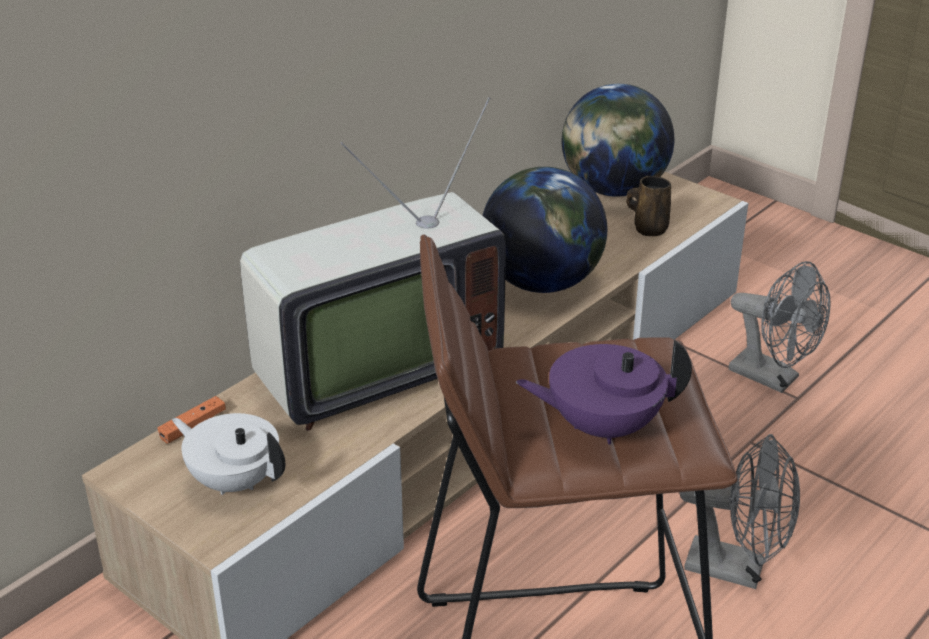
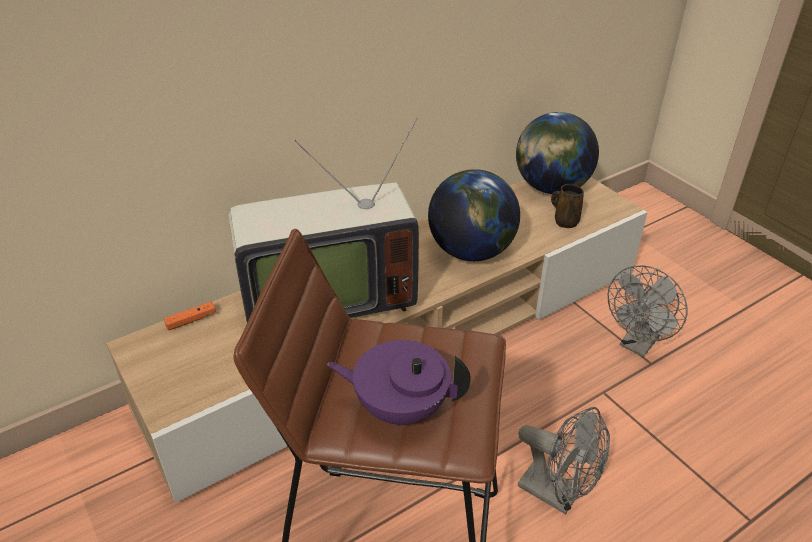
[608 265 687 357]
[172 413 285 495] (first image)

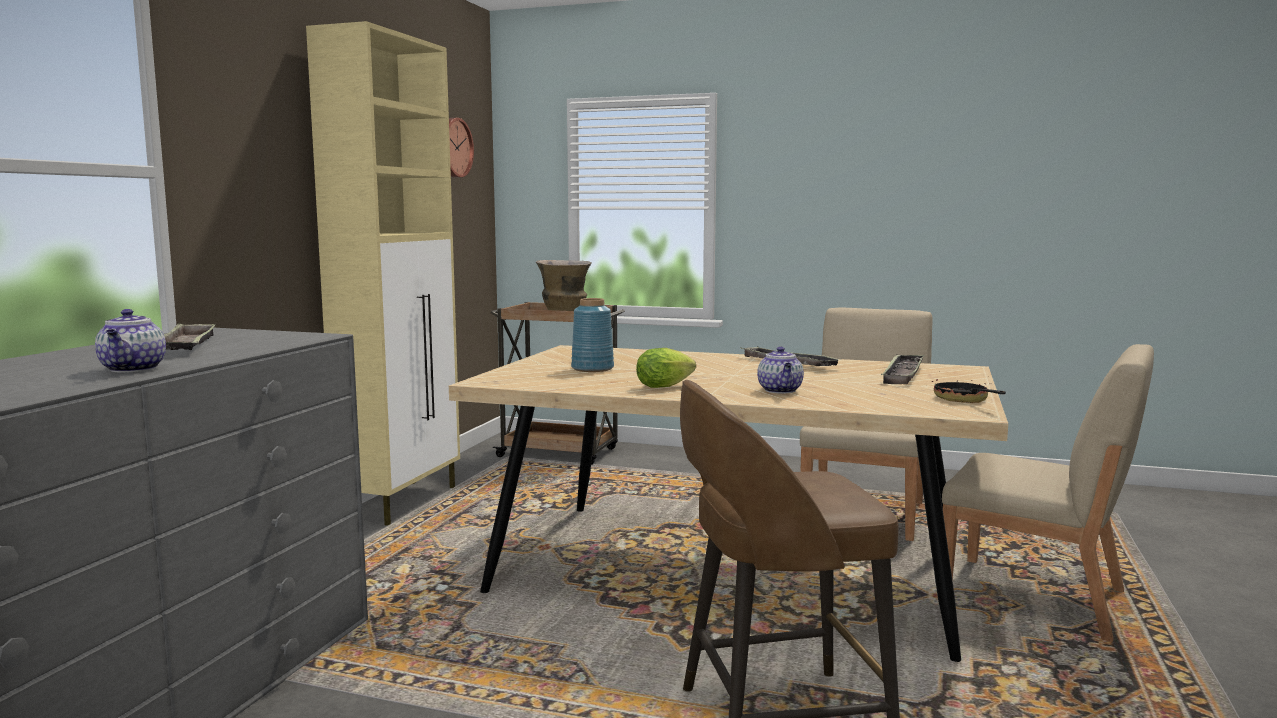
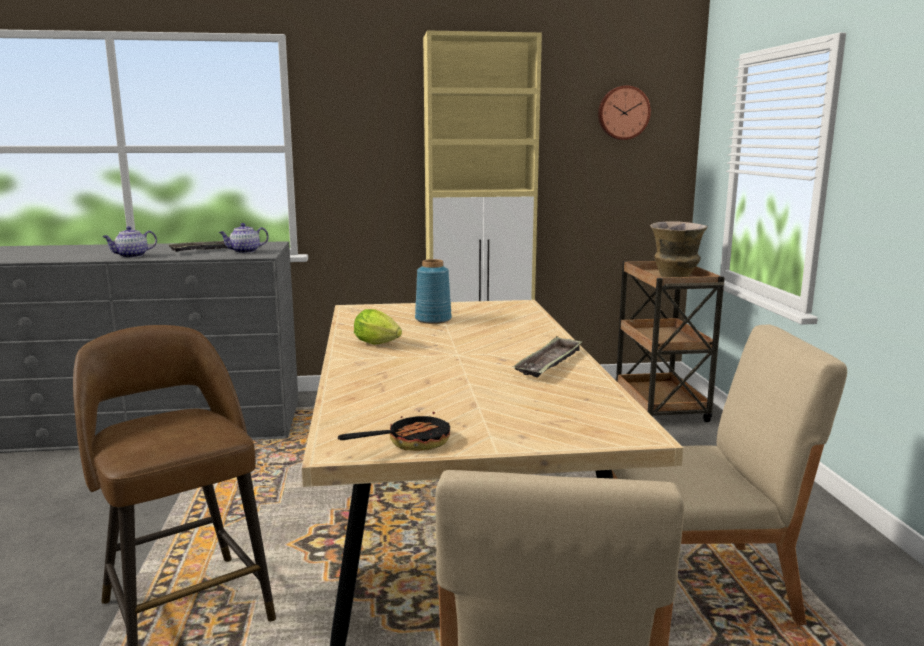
[219 223 269 253]
[881 354 925 384] (first image)

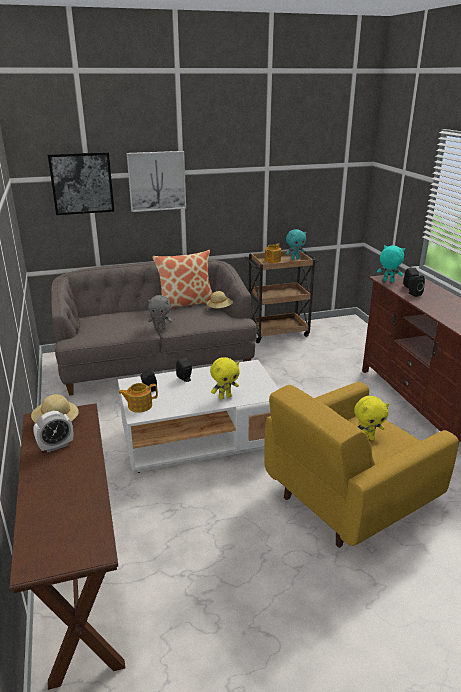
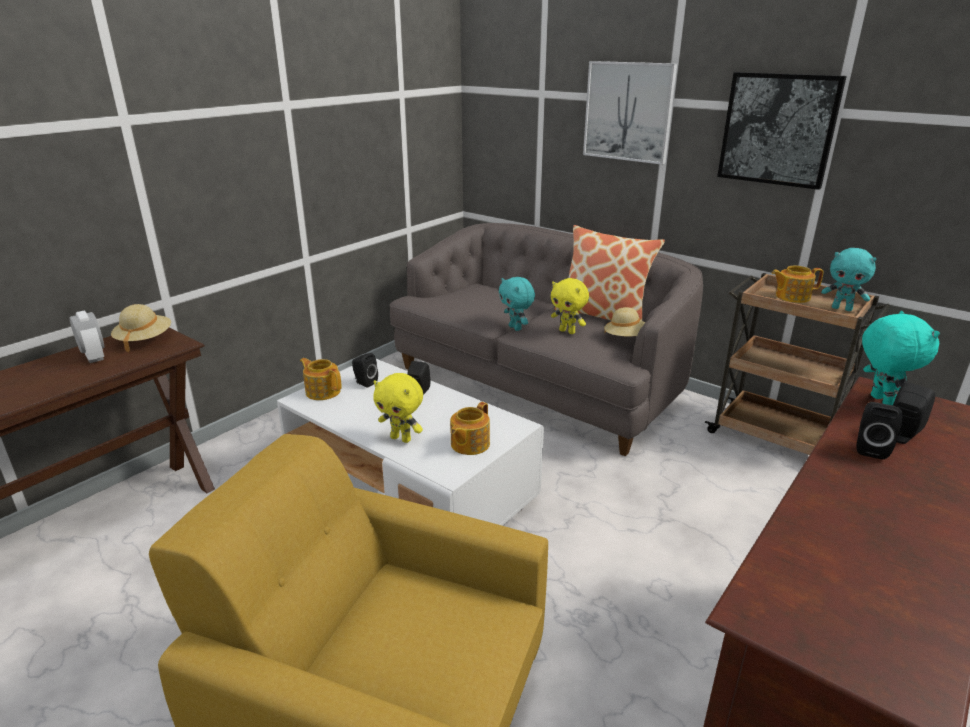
[717 72 847 190]
[499 277 535 331]
[551 278 589 334]
[69 311 104 363]
[450 402 490 455]

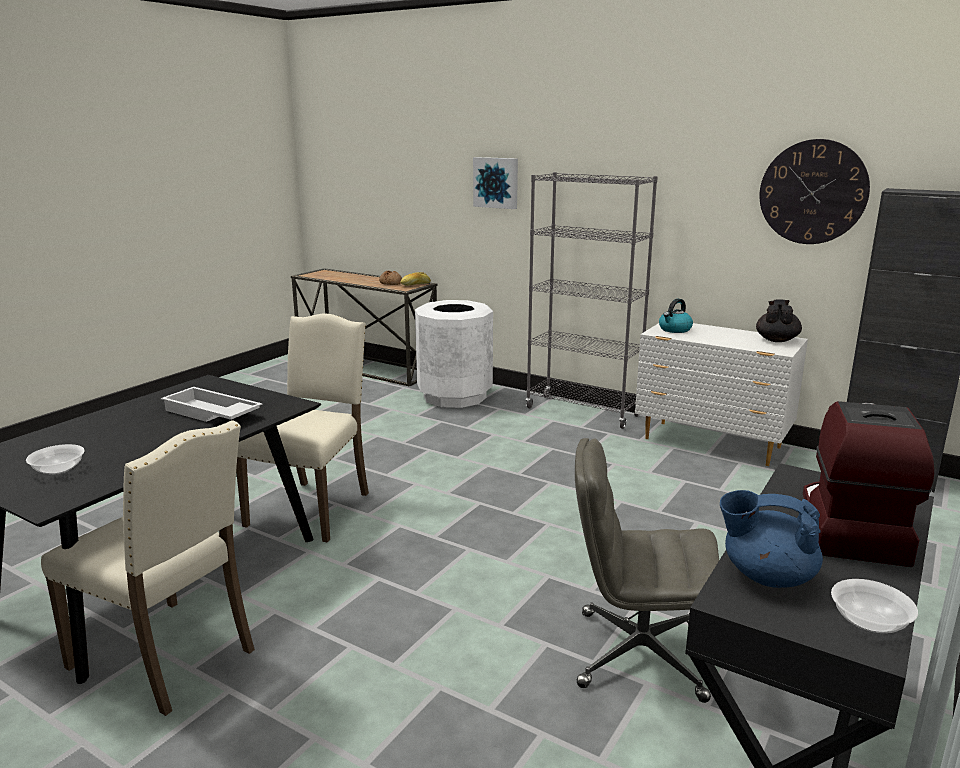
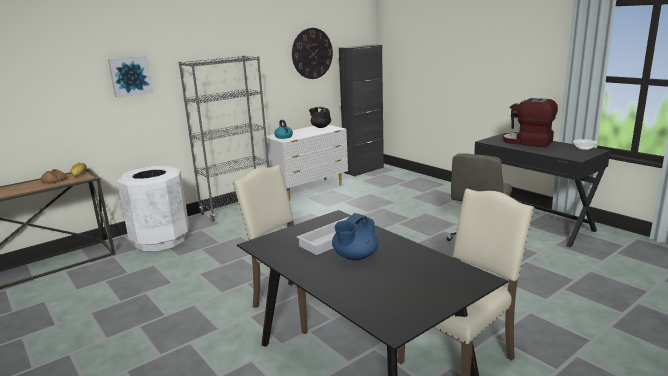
[26 444 85 475] (first image)
[332 213 378 260]

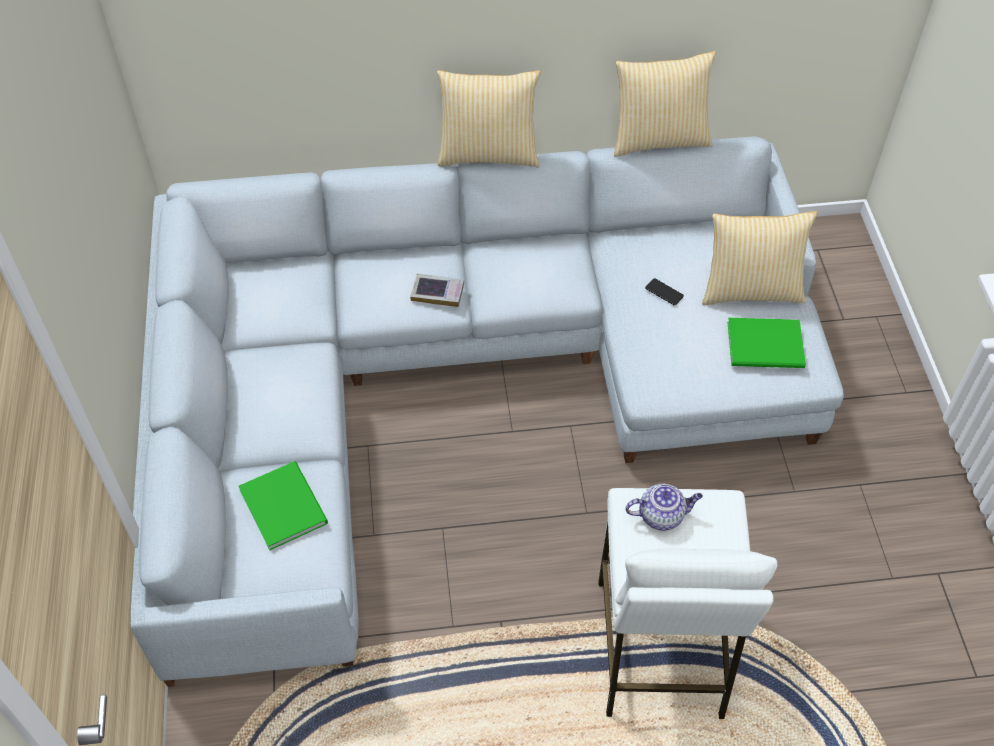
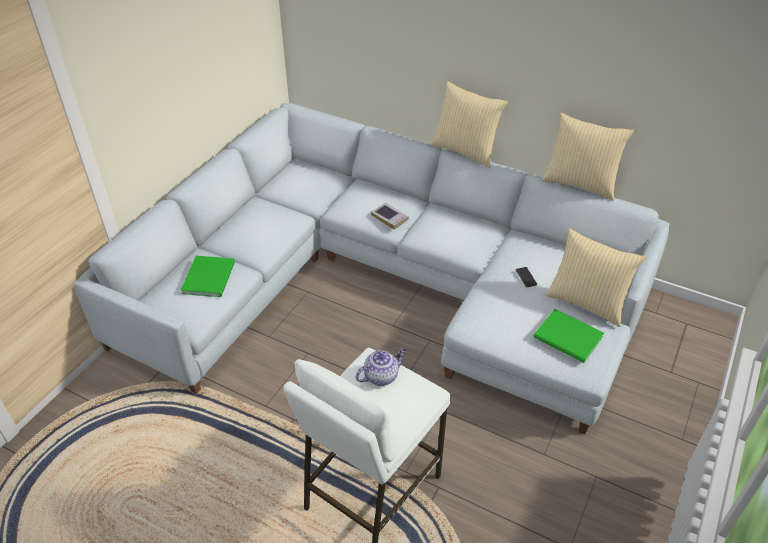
[356 348 406 386]

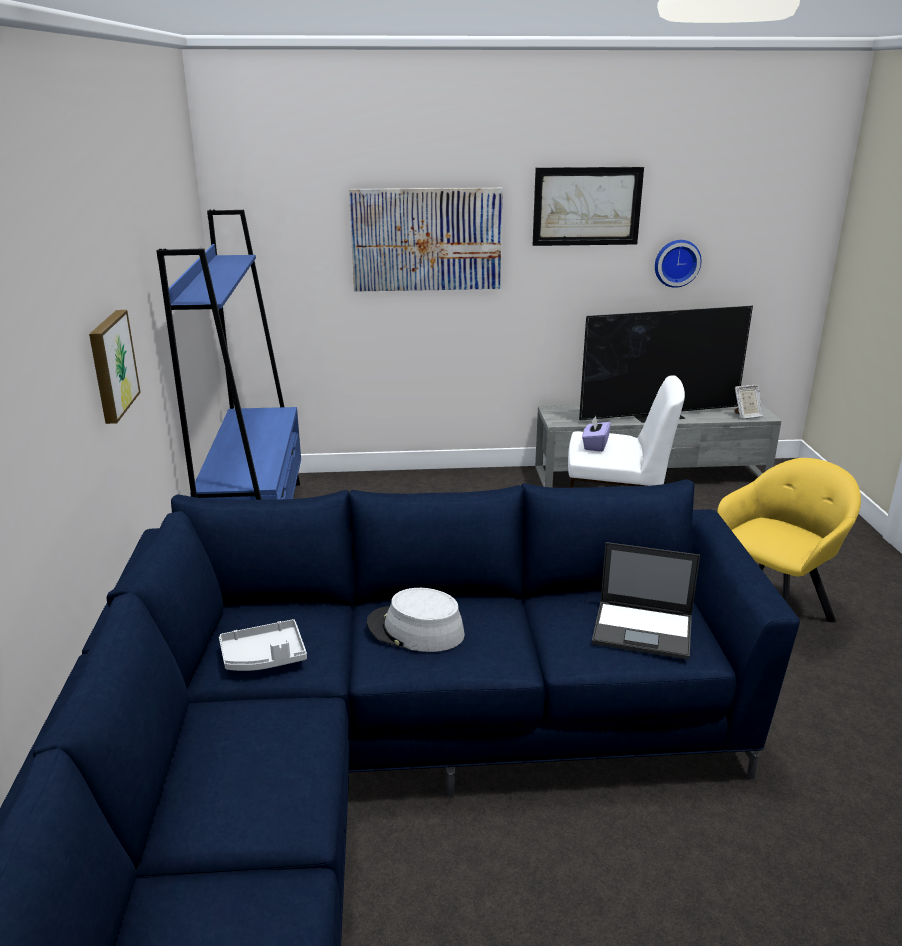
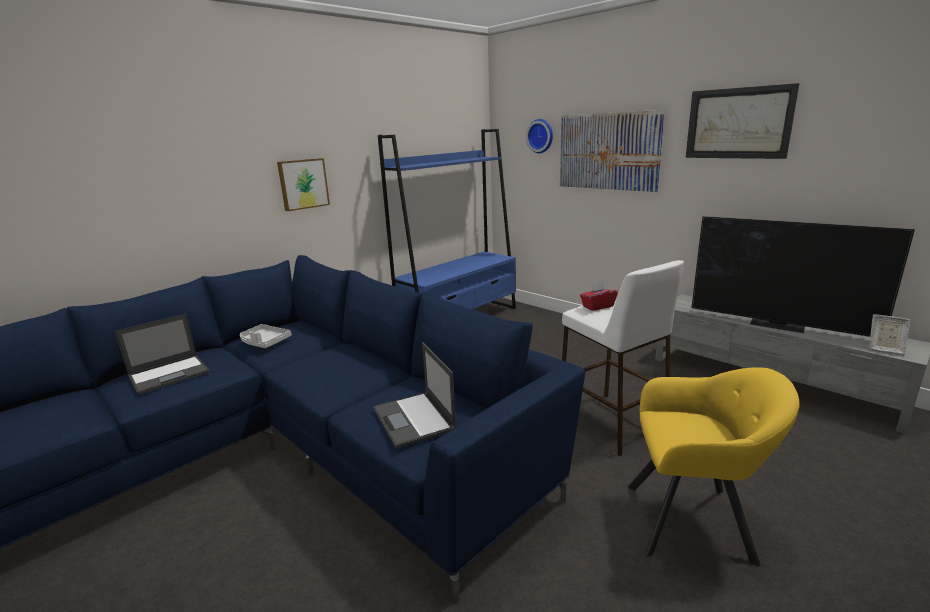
[526 119 553 153]
[580 281 618 311]
[367 588 465 652] (first image)
[115 314 210 395]

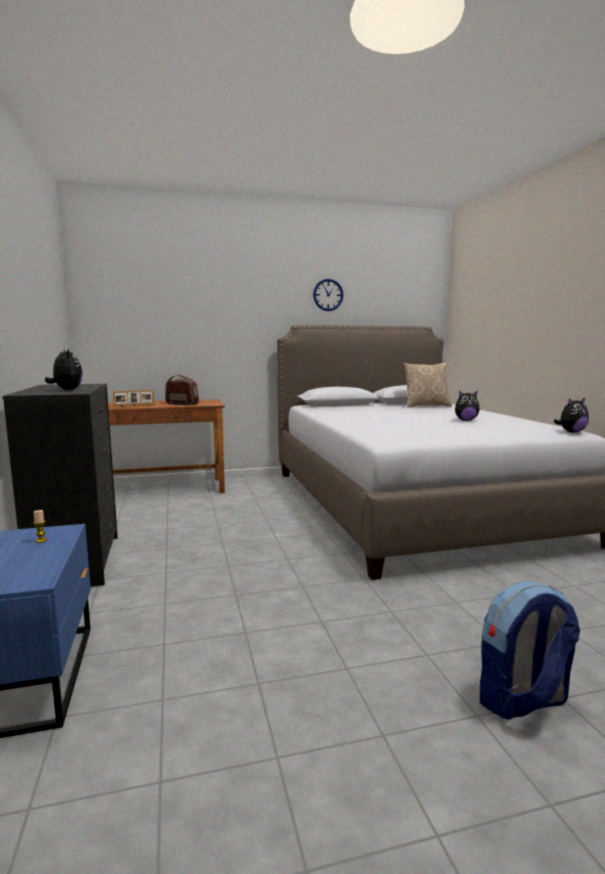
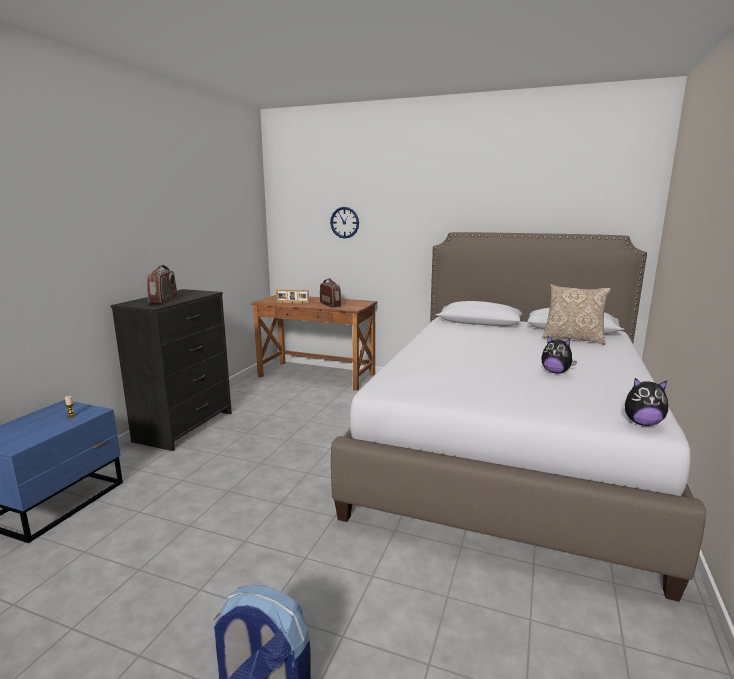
[330 207 359 239]
[146 265 177 304]

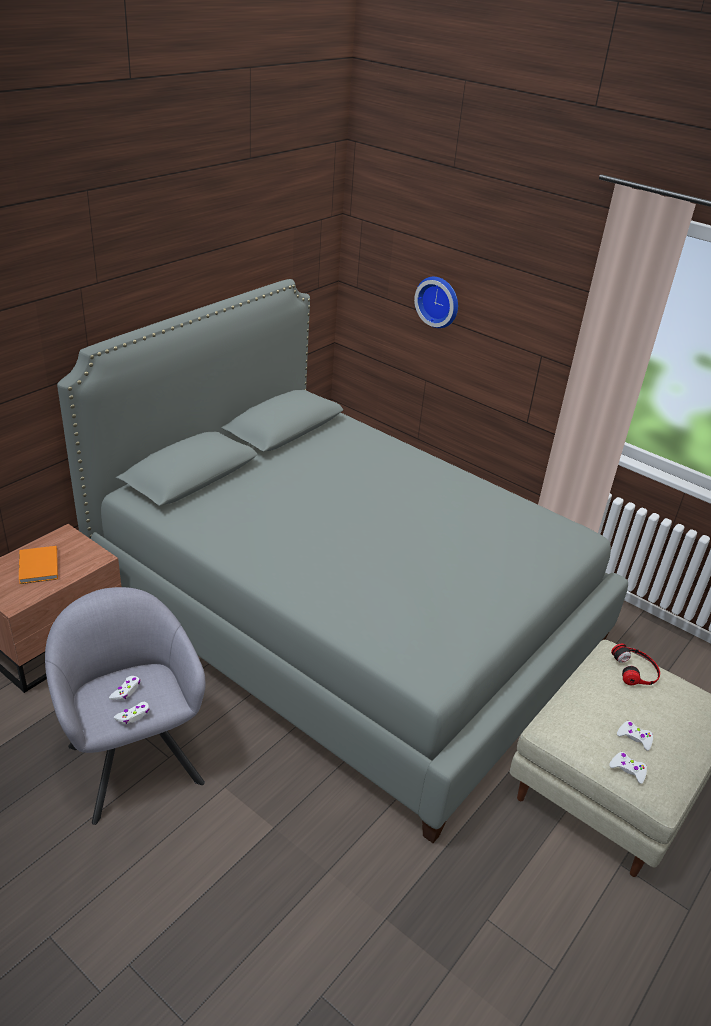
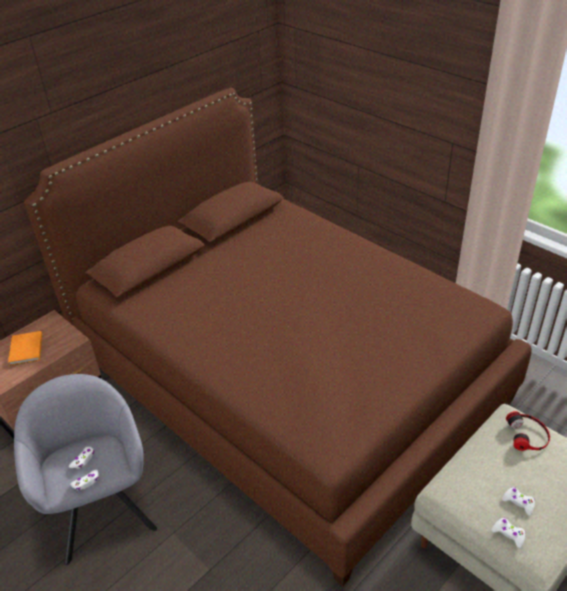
[414 277 458 328] (first image)
[24 88 532 586]

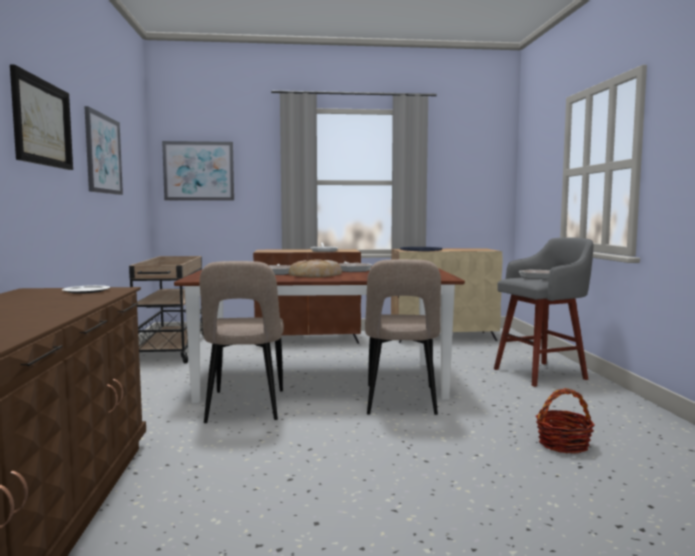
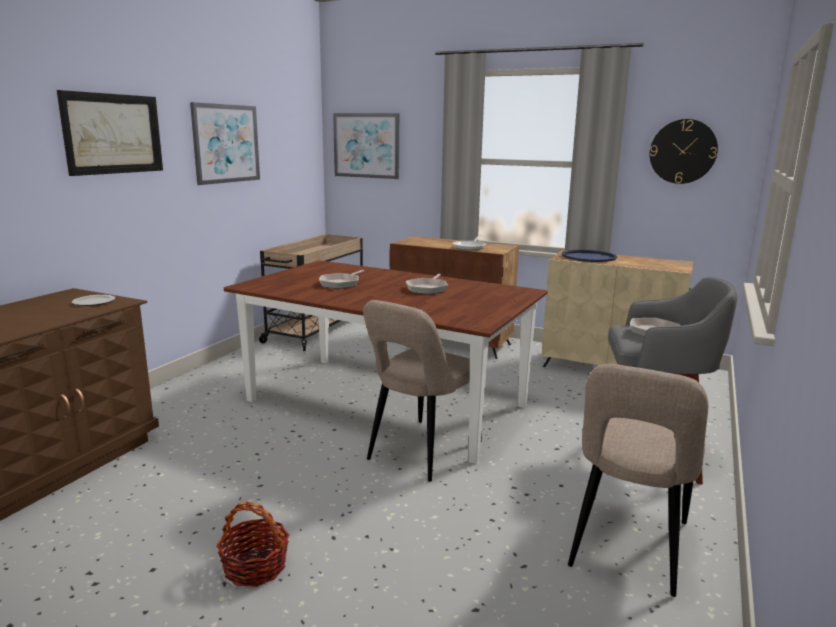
[289 259 342 278] (first image)
[568 364 708 597]
[216 502 289 587]
[650 119 718 184]

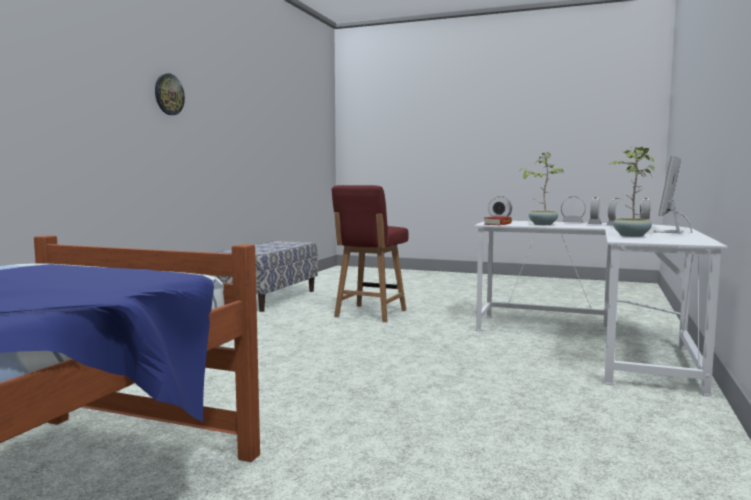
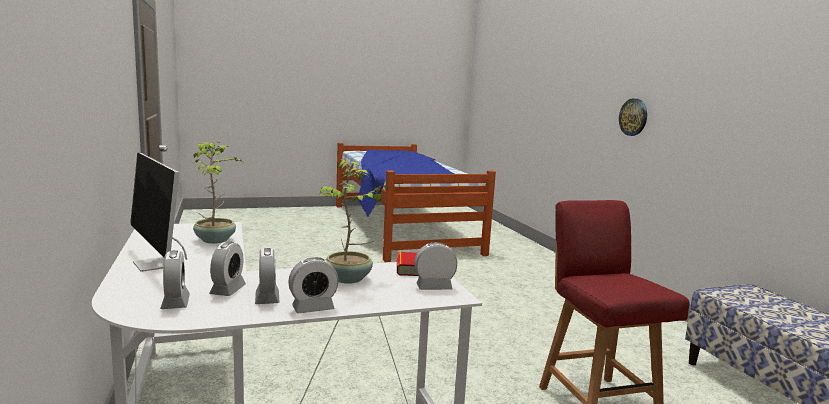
[619 99 647 136]
[130 153 187 272]

